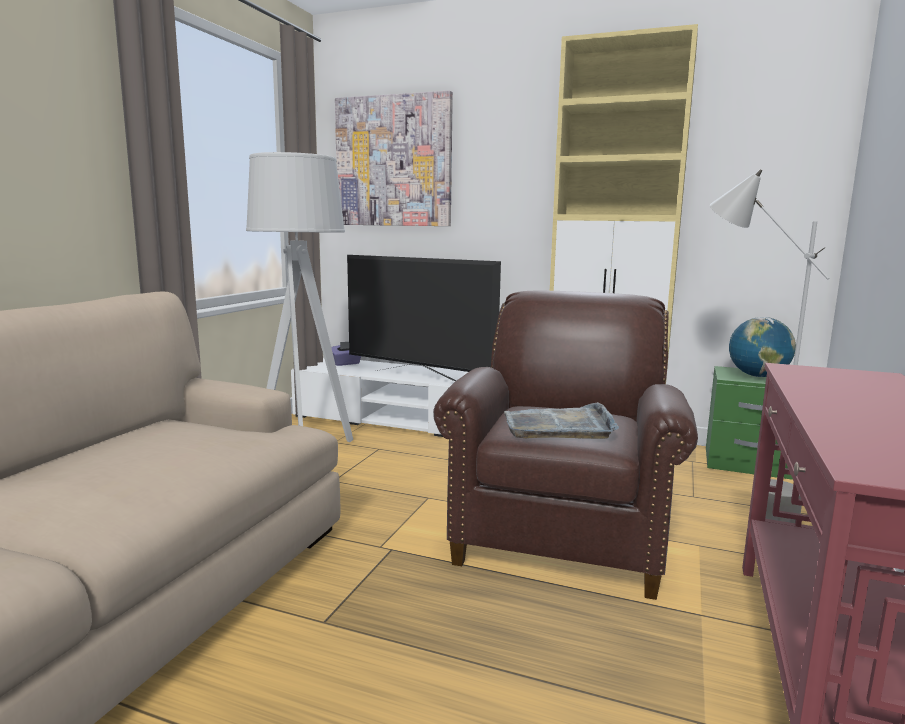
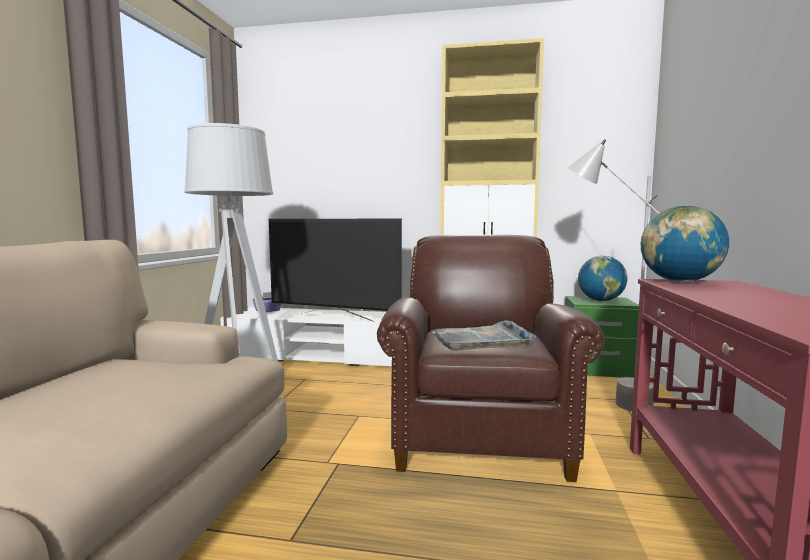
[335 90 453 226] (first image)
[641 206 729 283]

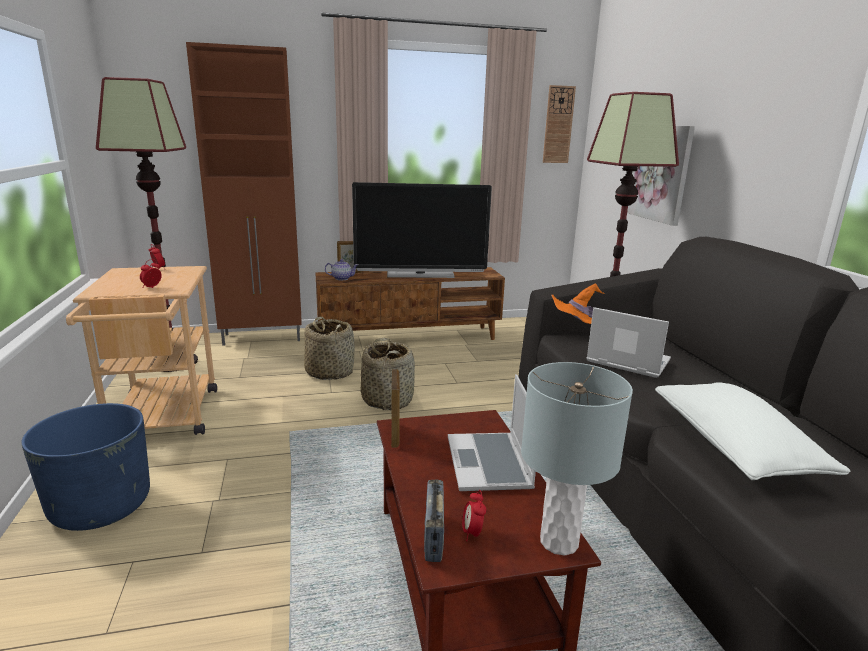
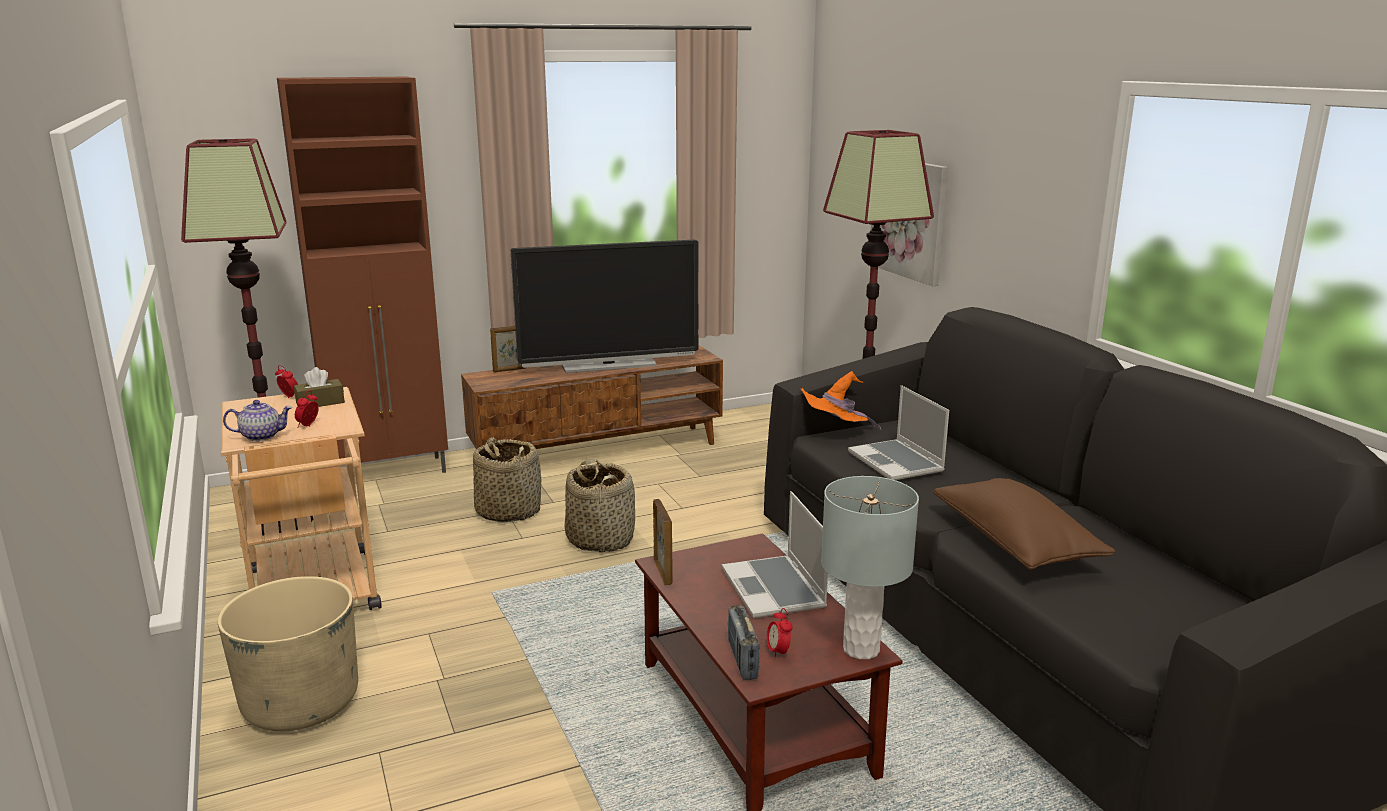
[543 85 576 163] (first image)
[223 400 292 441]
[848 385 949 480]
[933 478 1115 570]
[218 576 358 731]
[294 367 345 407]

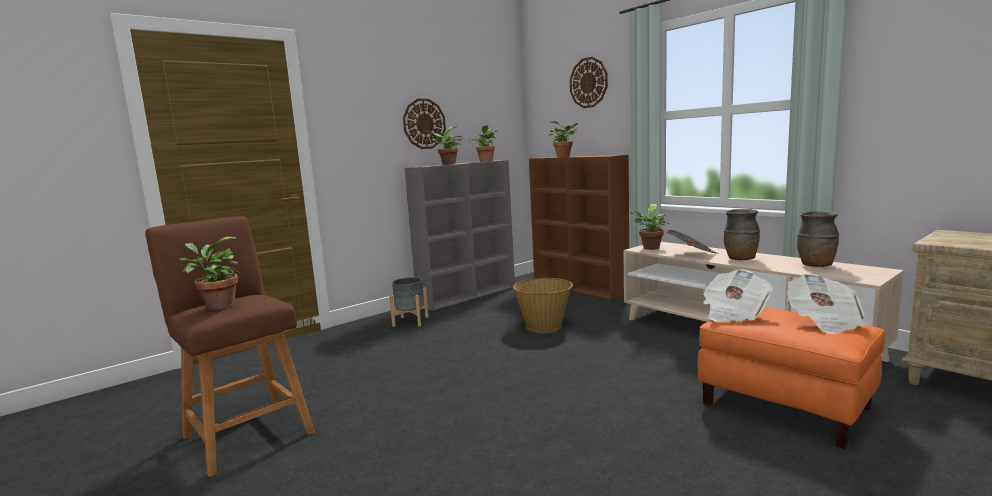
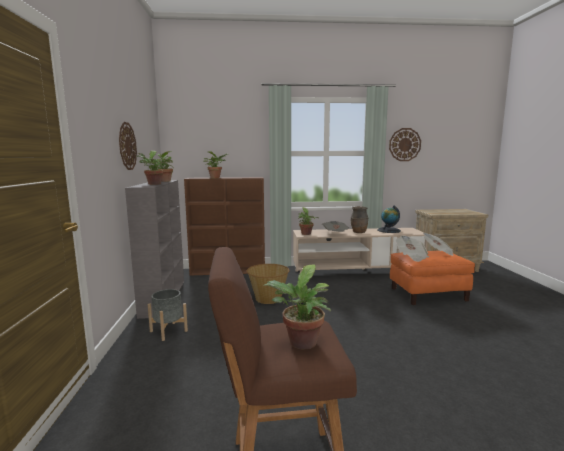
[389 128 421 161]
[377 206 401 233]

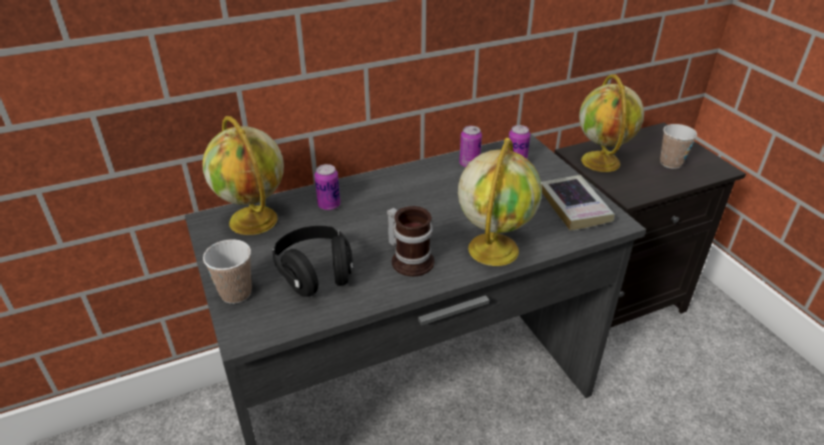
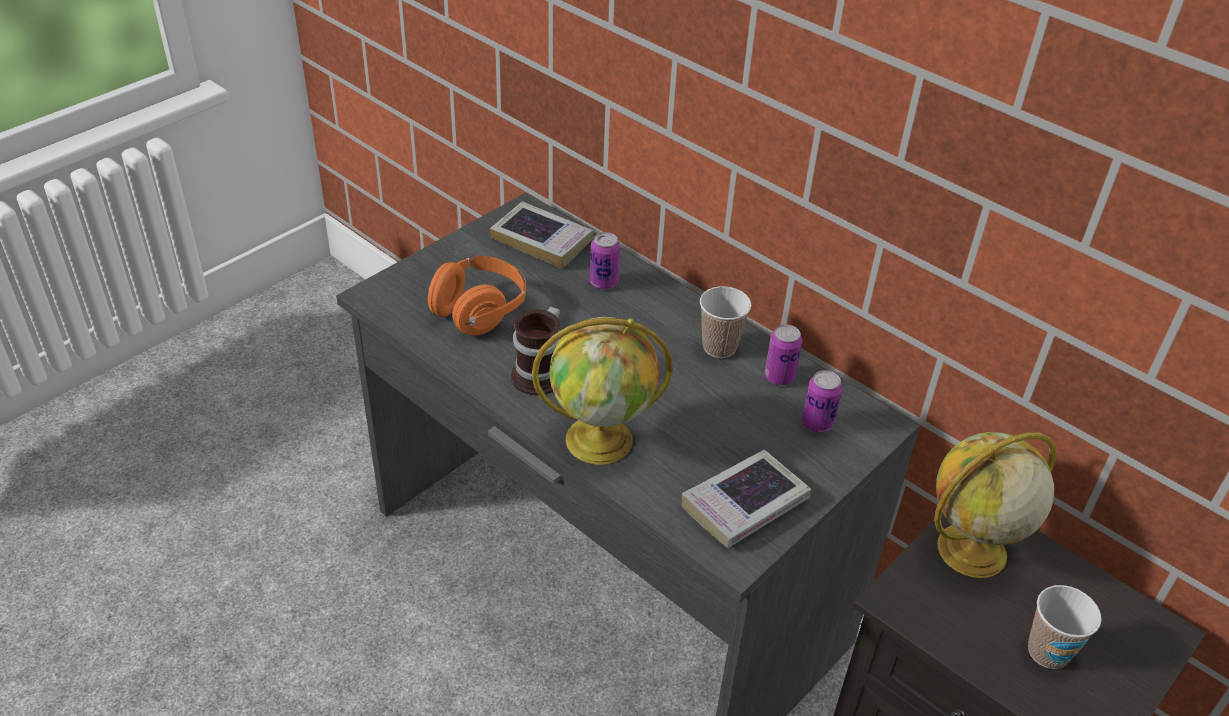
[490 201 594 268]
[428 255 526 336]
[700 286 751 358]

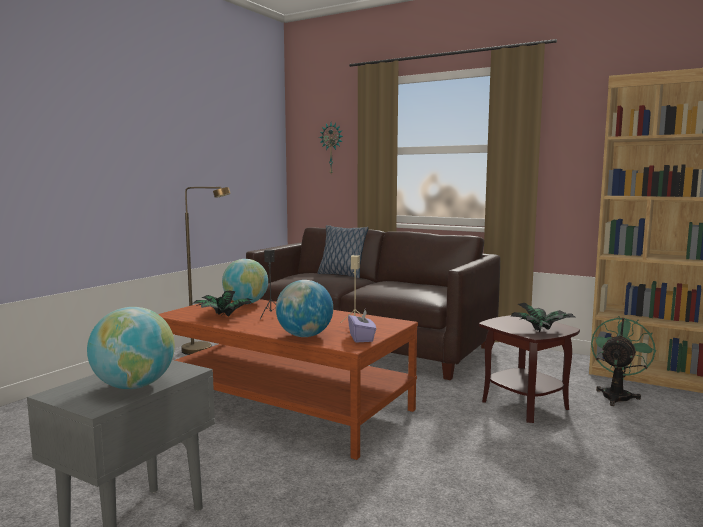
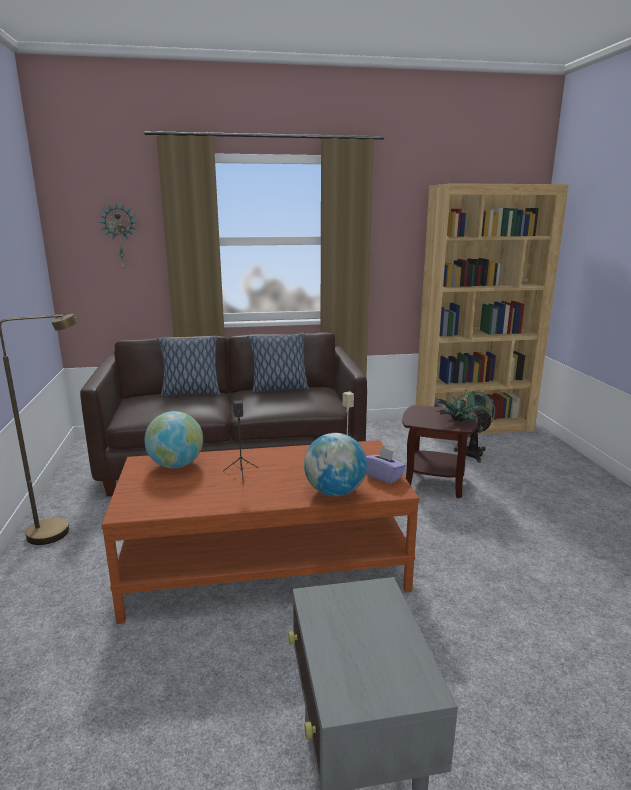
[192 290 253 316] (first image)
[87 307 175 389] (first image)
[247 332 309 393]

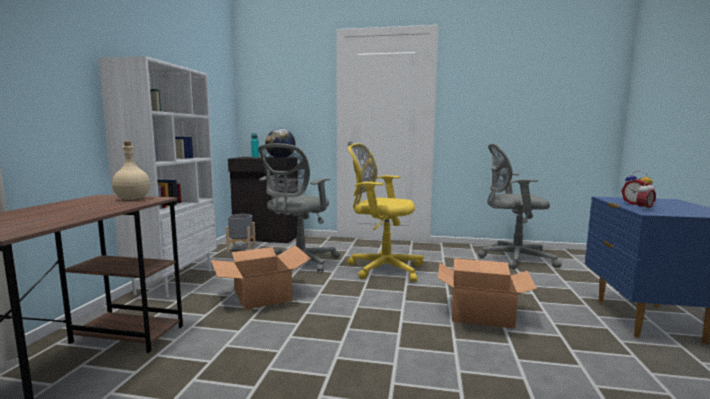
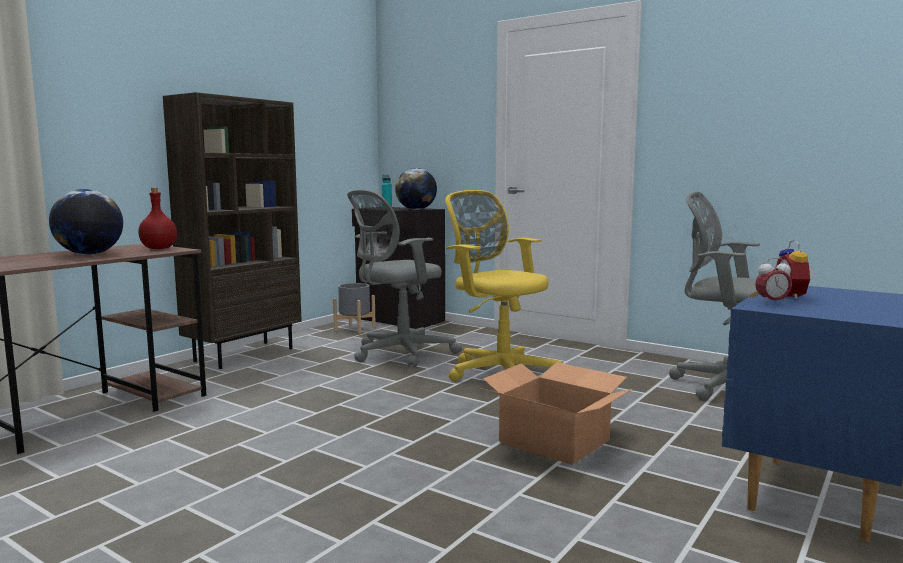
[163 92 302 369]
[138 188 177 249]
[211 245 312 310] (first image)
[49 189 123 255]

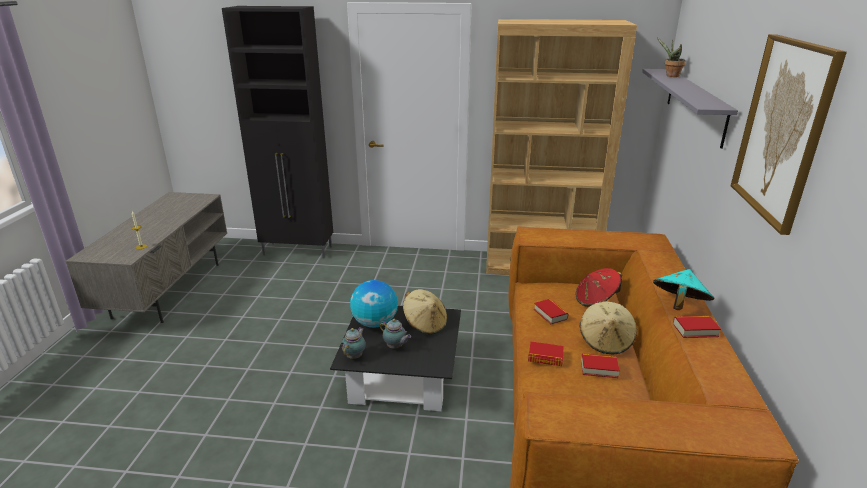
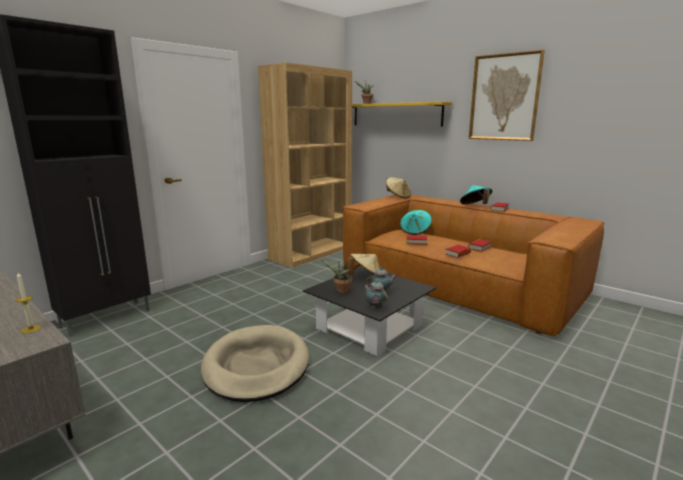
[352 102 452 127]
[400 210 432 235]
[321 260 352 294]
[386 177 411 198]
[201 325 309 402]

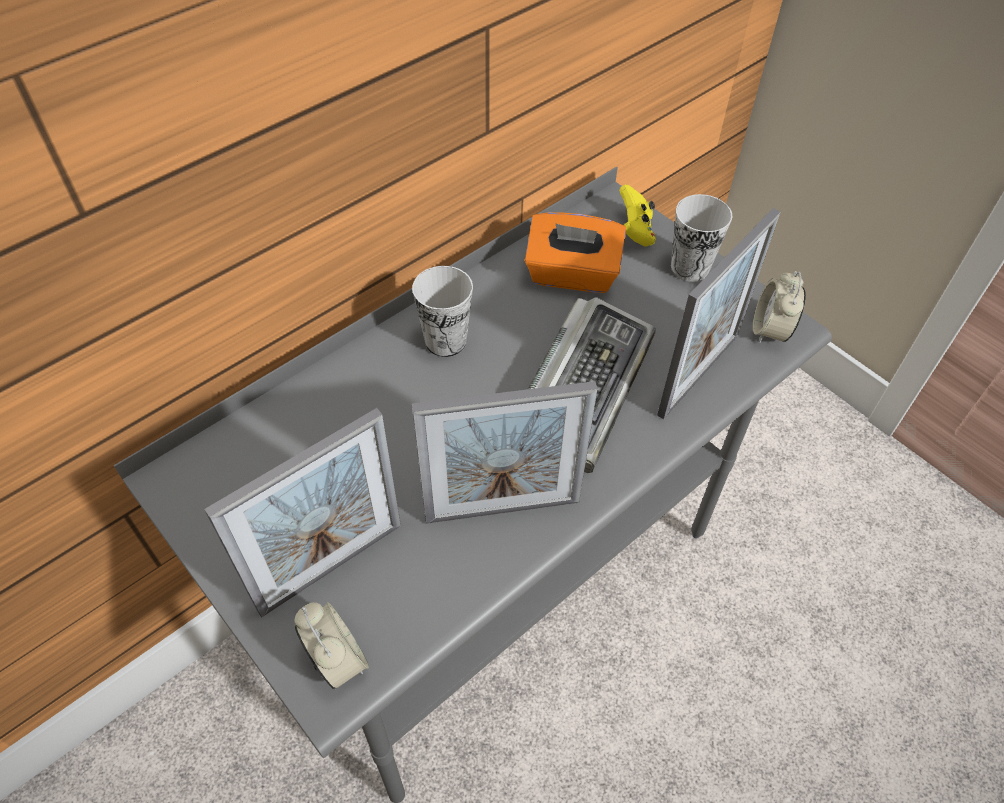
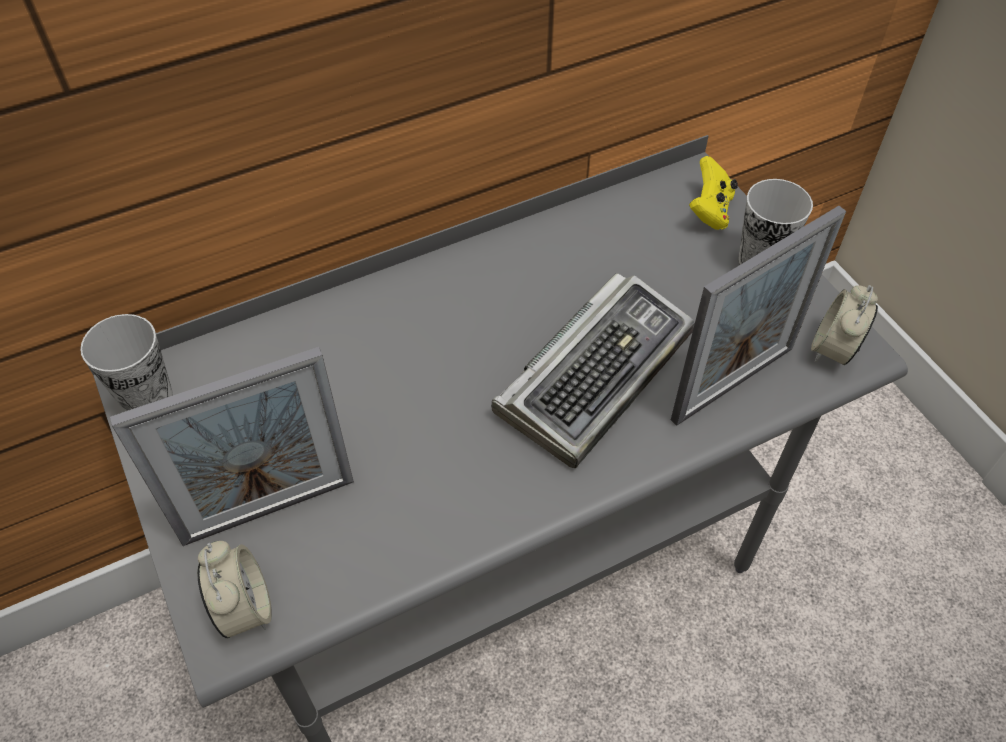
[525 212 626 293] (first image)
[80 314 173 412]
[412 381 598 524] (first image)

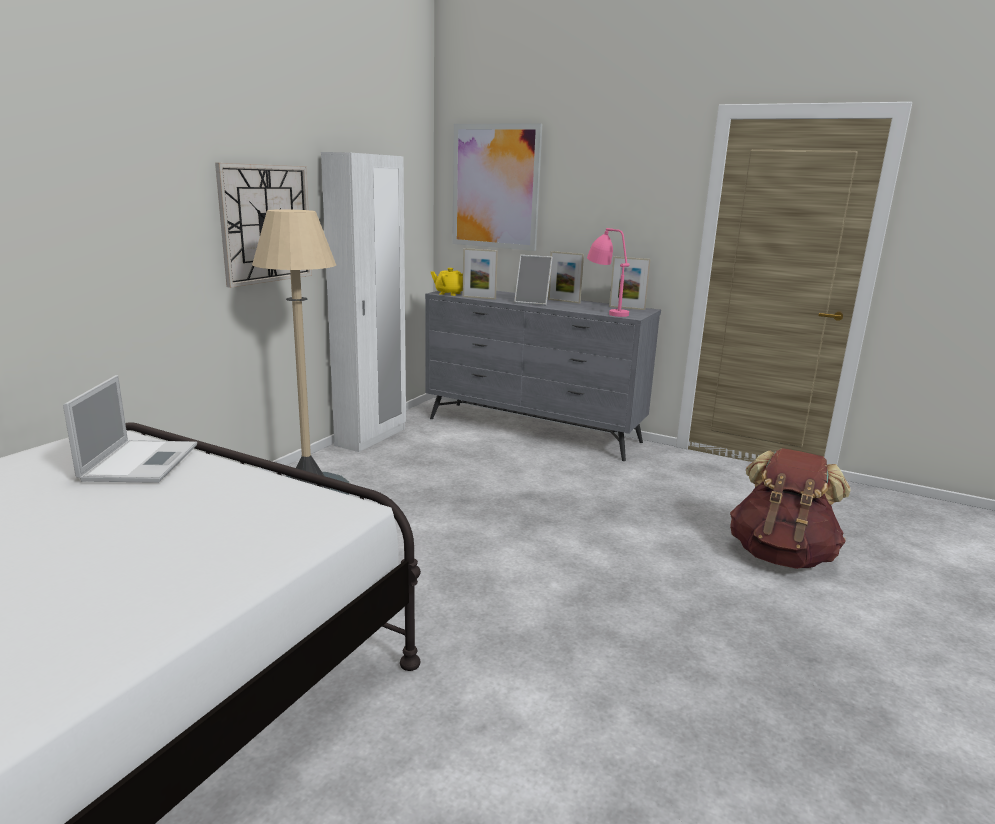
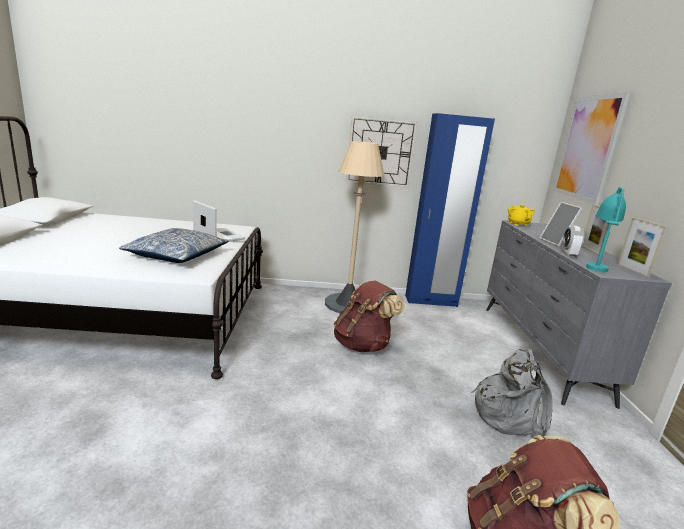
[405 113 495 307]
[586 187 626 272]
[462 248 498 300] (first image)
[193 200 245 242]
[562 226 584 257]
[119 228 228 263]
[334 281 405 352]
[471 349 553 438]

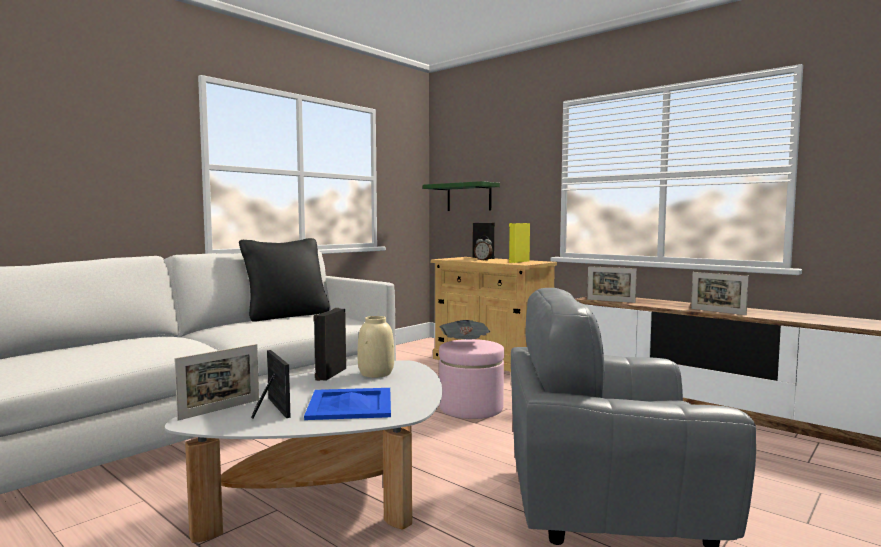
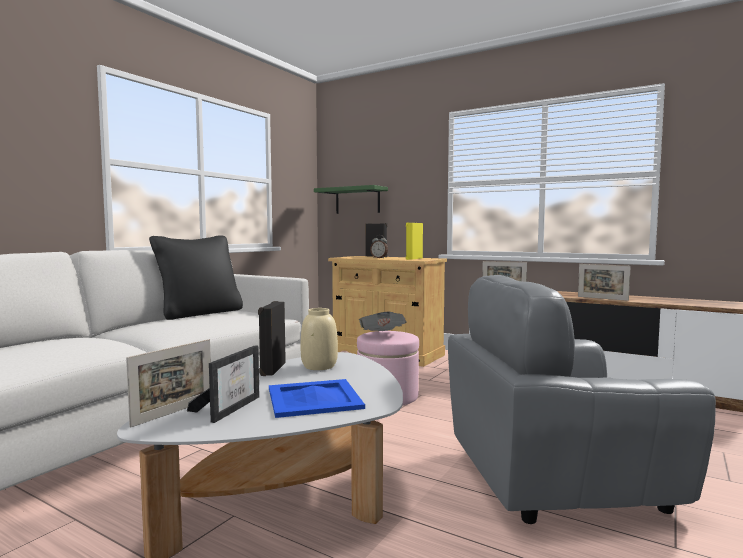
[187 345 260 423]

